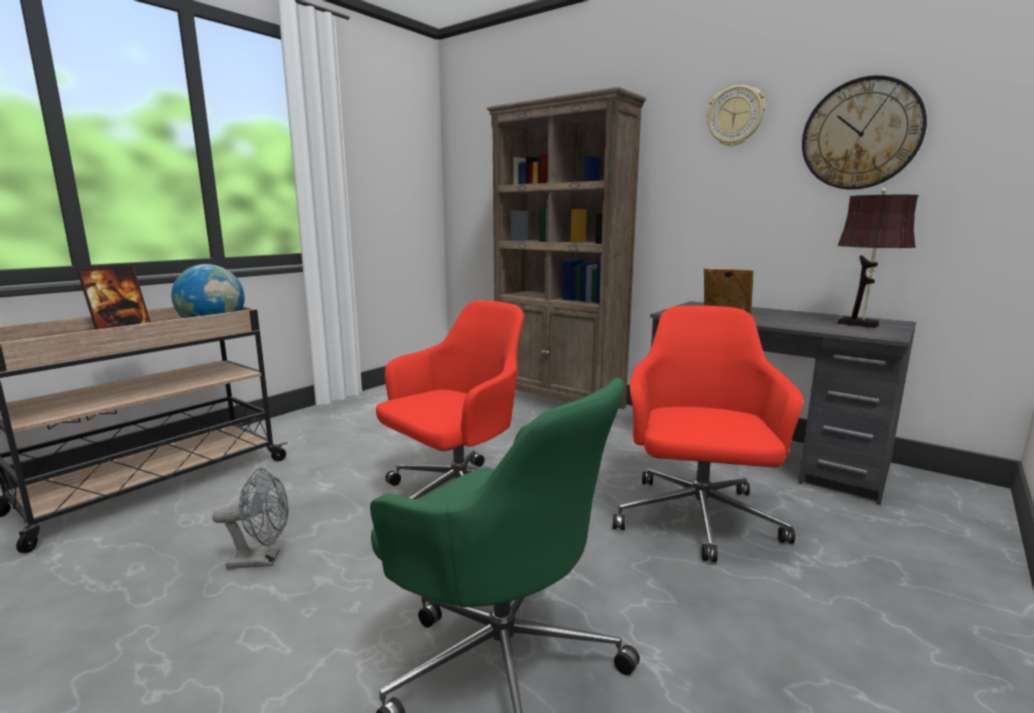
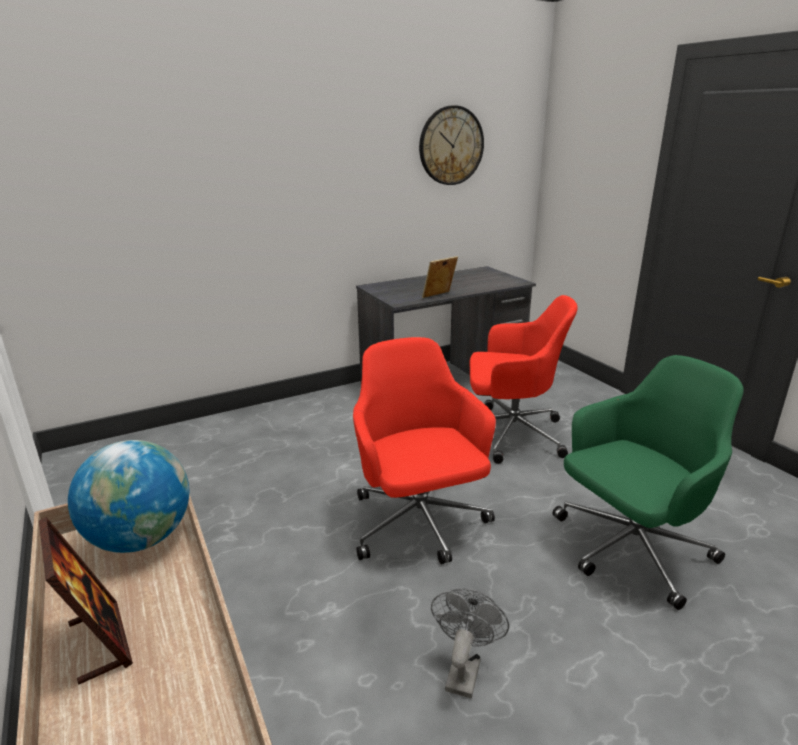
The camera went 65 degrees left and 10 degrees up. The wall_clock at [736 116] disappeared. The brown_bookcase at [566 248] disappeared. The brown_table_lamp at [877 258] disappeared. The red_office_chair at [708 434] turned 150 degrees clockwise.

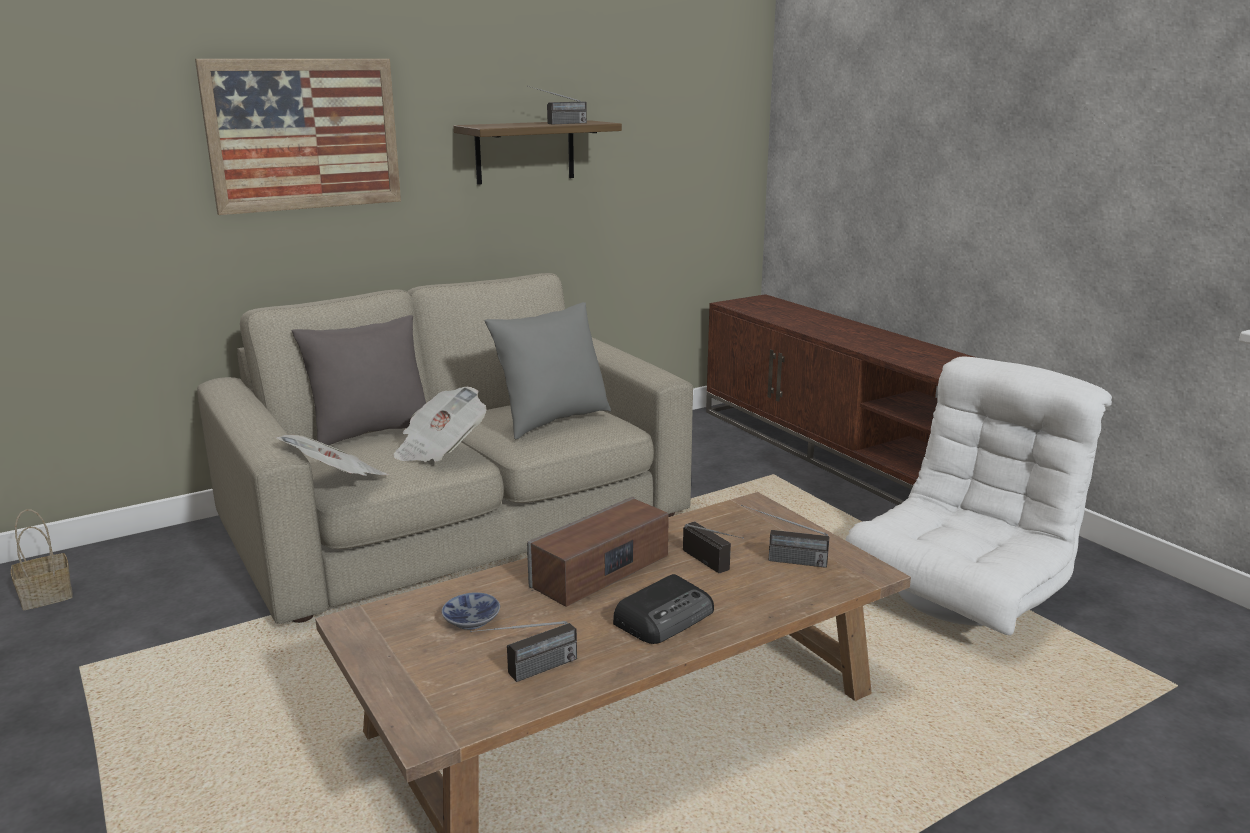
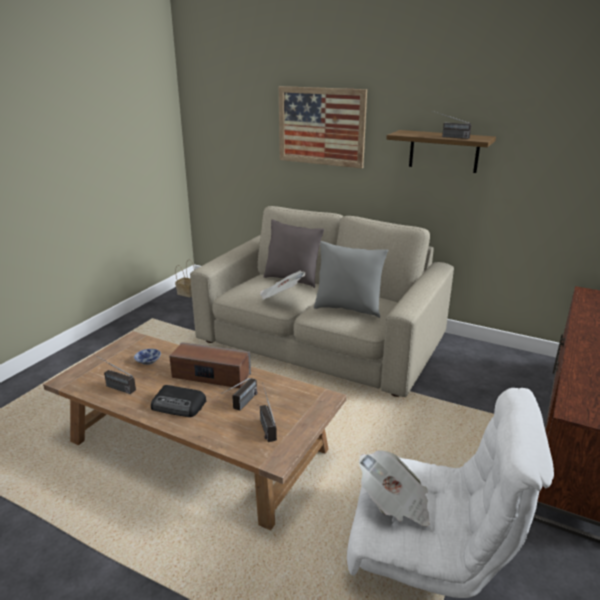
The camera went 60 degrees right and 5 degrees up. The newspaper moved from [332 455] to [394 488].

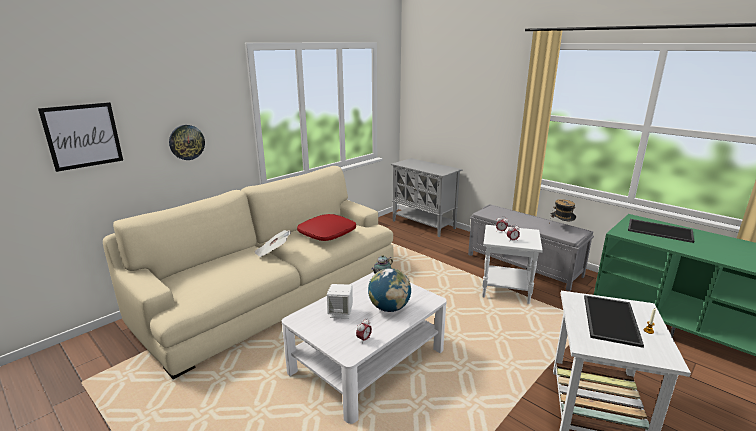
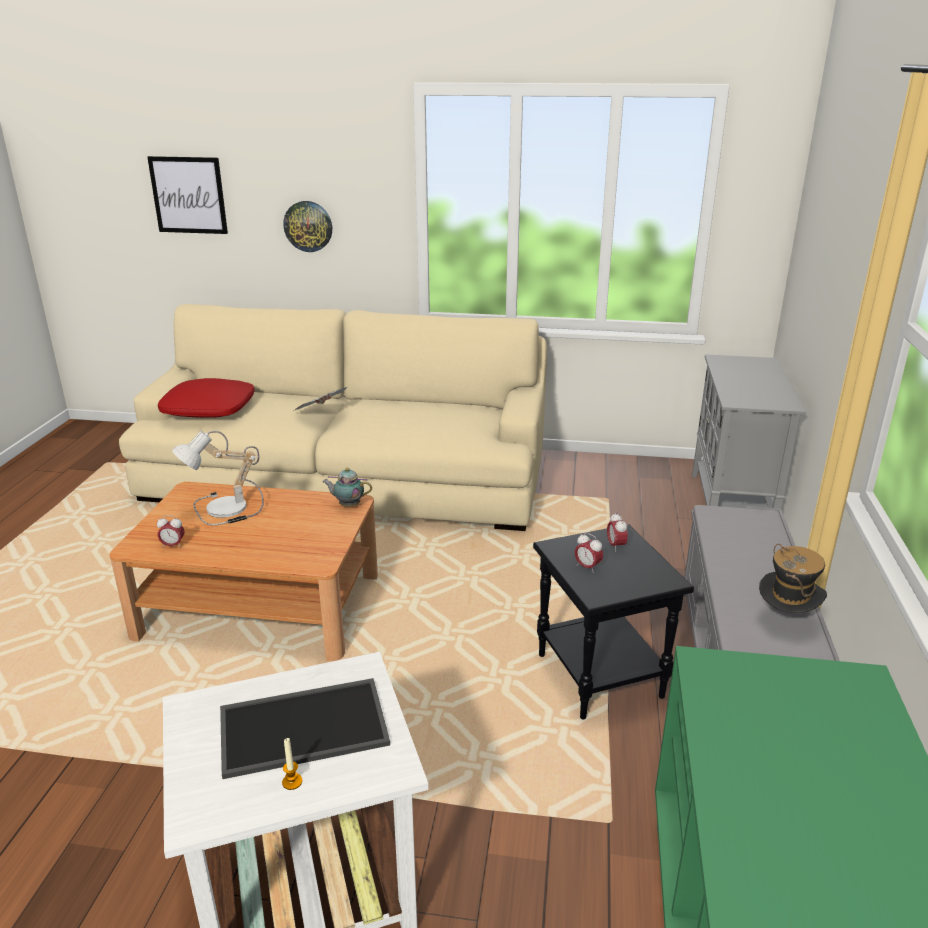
The camera went 55 degrees right and 5 degrees up. The red_pillow moved from [326 227] to [206 398]. The tray at [661 231] disappeared. The white_side_table at [512 264] became the black_side_table at [613 622]. The globe at [389 290] disappeared. The white_coffee_table at [364 348] became the brown_coffee_table at [243 571]. The white_speaker at [340 301] was replaced by the table_lamp at [218 478].

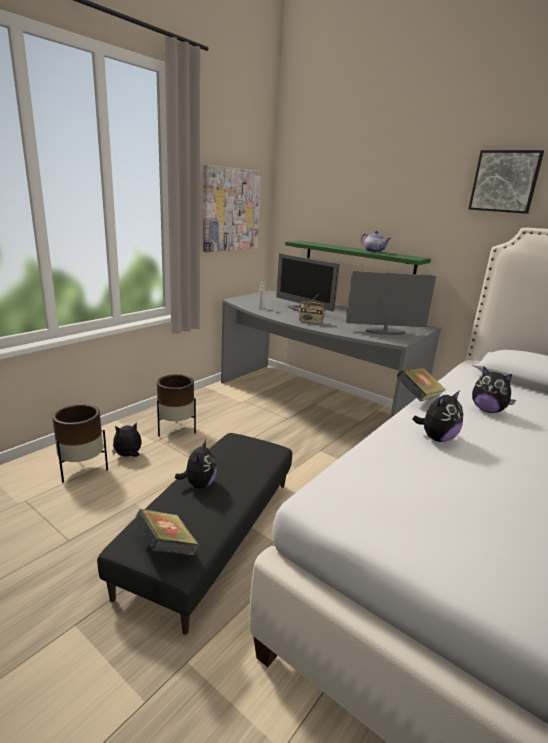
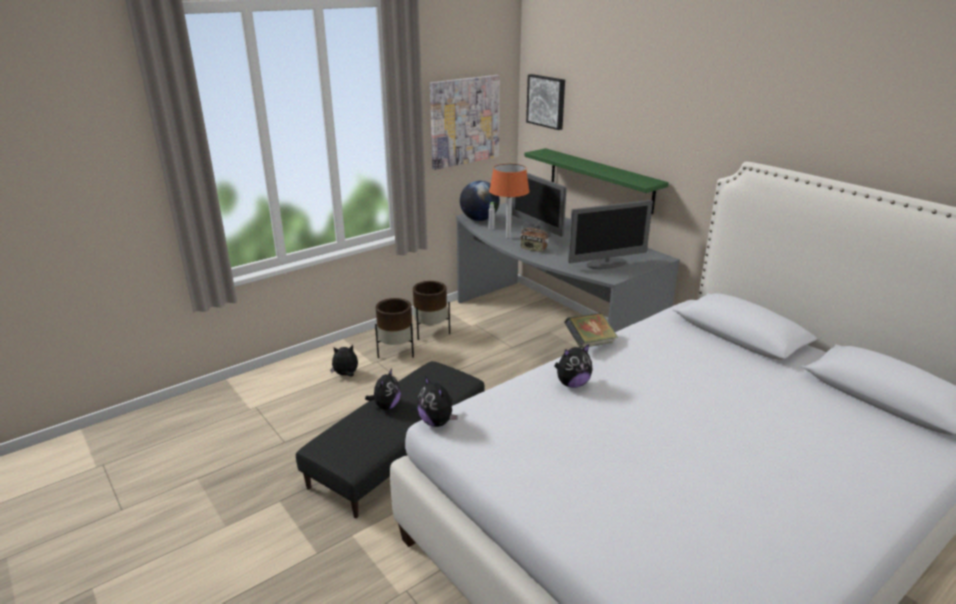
The camera went 15 degrees right and 5 degrees up. The picture moved from [506 182] to [545 102]. The teapot at [376 242] disappeared. The monitor at [391 303] turned 150 degrees clockwise. The plush_toy moved from [494 390] to [437 401]. The brown_planter moved from [80 443] to [431 310]. The book at [167 532] disappeared. The orange_table_lamp at [509 201] appeared. The globe at [480 200] appeared.

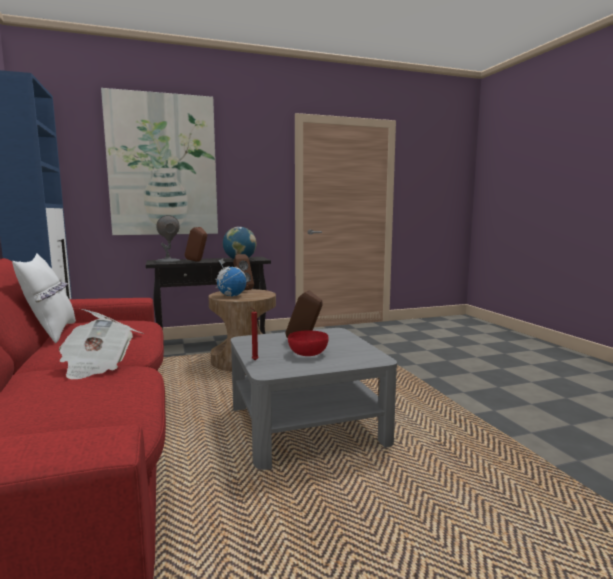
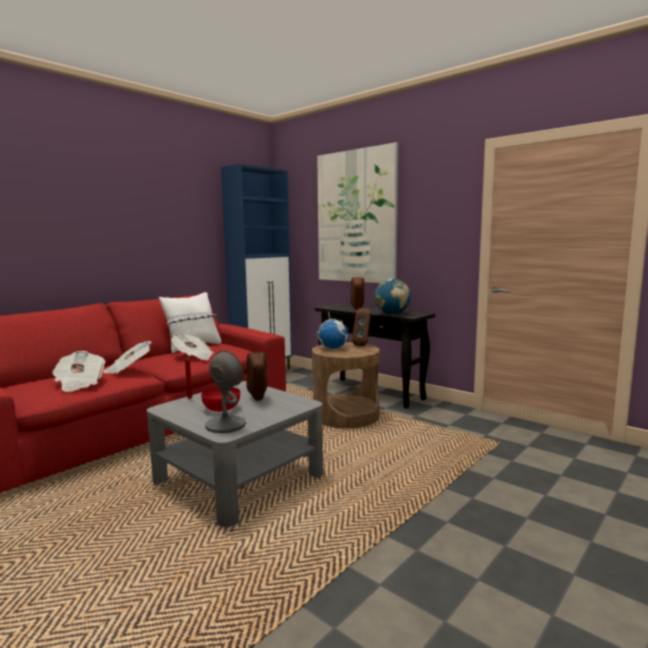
The camera went 60 degrees right and 0 degrees up. The grey_table_lamp moved from [168 239] to [225 391]. The newspaper at [78 371] appeared.

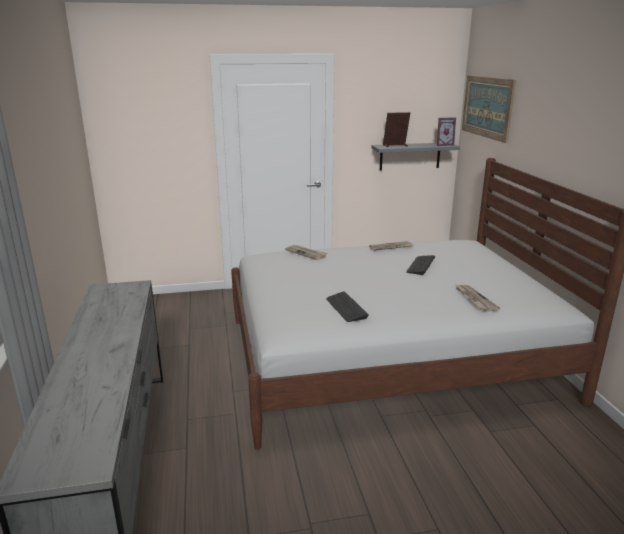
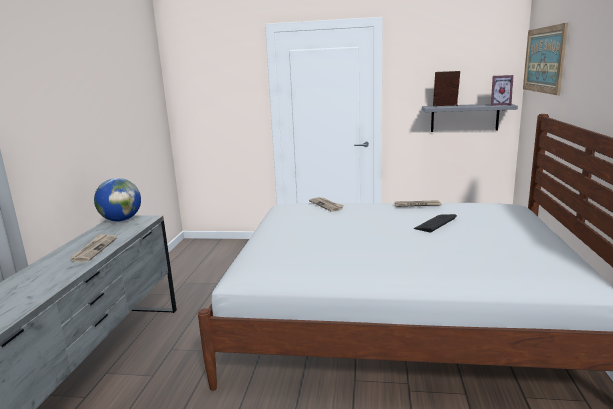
The camera went 20 degrees right and 5 degrees down. The newspaper moved from [478 298] to [93 248]. The keyboard at [347 306] disappeared. The globe at [117 200] appeared.

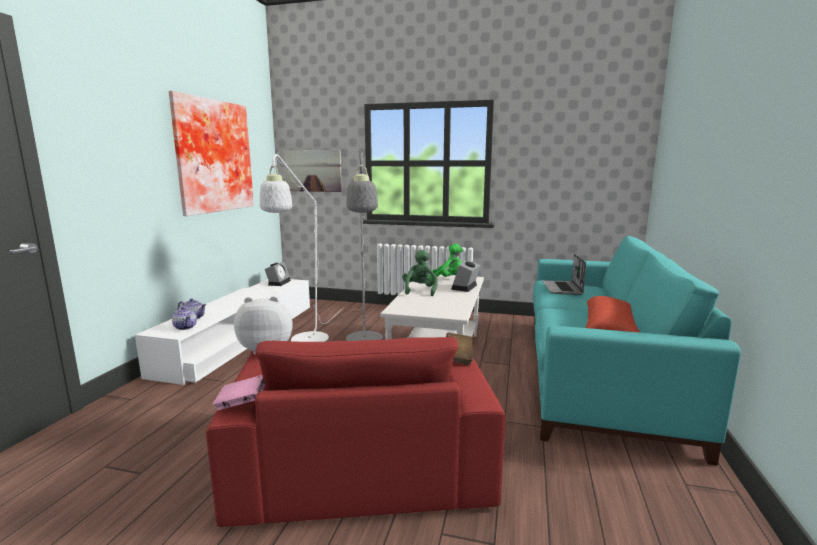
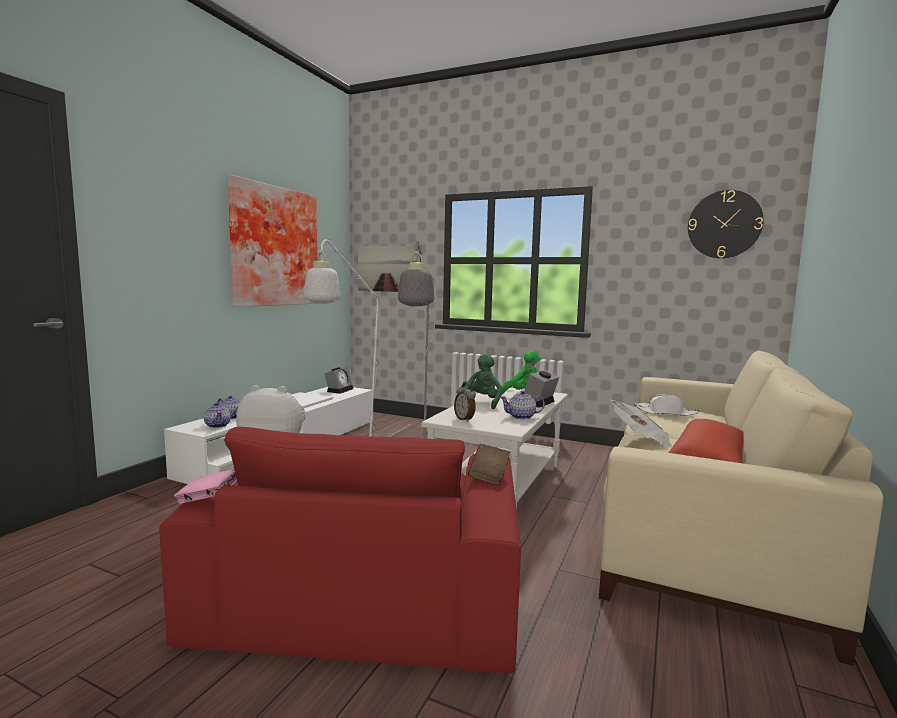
The camera went 10 degrees right and 5 degrees down. The turquoise_sofa at [637 351] became the beige_sofa at [741 508]. The laptop at [564 274] was replaced by the white_hat at [667 405]. The wall_clock at [726 224] appeared. The alarm_clock at [465 402] appeared. The teapot at [522 405] appeared. The newspaper at [641 424] appeared.

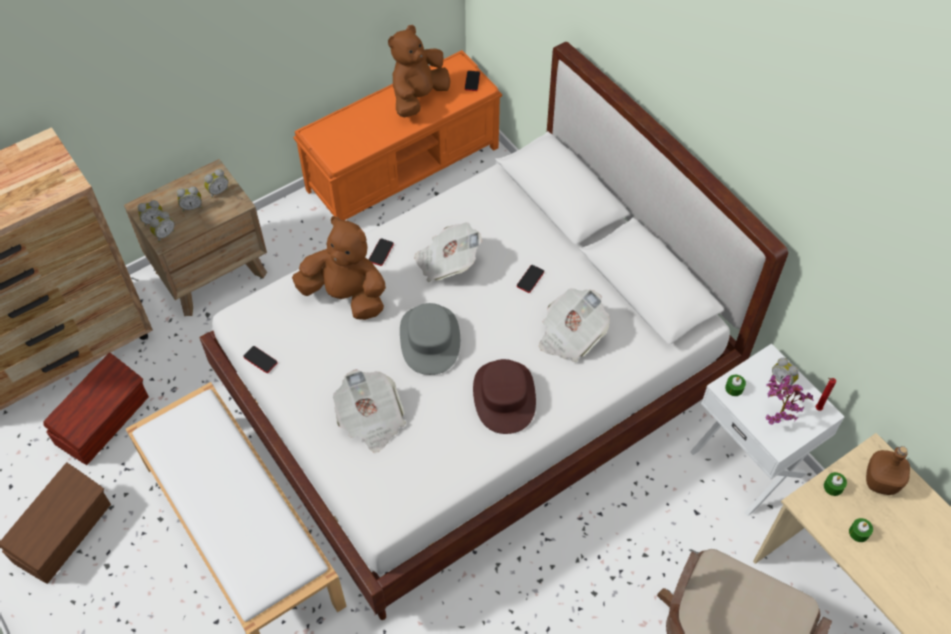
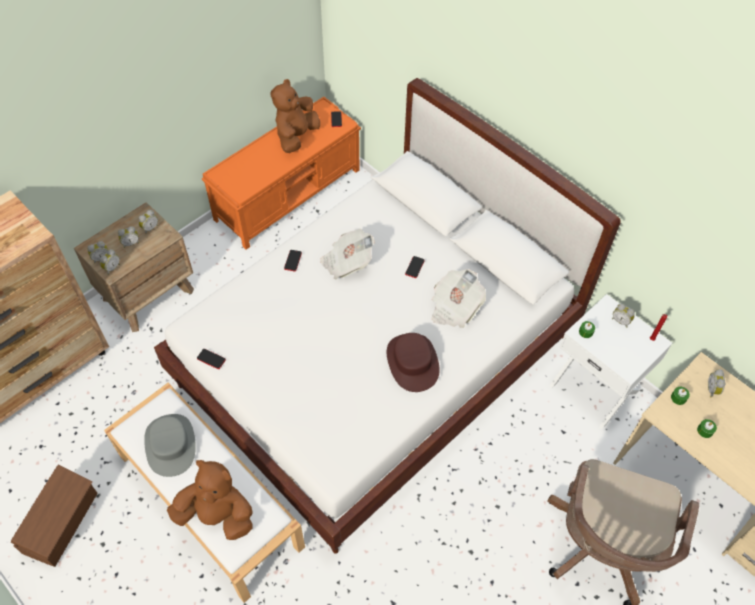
The camera went 10 degrees left and 0 degrees up. The brown_plush_toy moved from [339 268] to [210 500]. The grey_hat moved from [430 339] to [170 445]. The brown_storage_box at [96 408] disappeared. The newspaper at [369 410] disappeared. The potted_plant at [790 400] disappeared. The brown_bottle at [888 470] was replaced by the alarm_clock at [717 383].

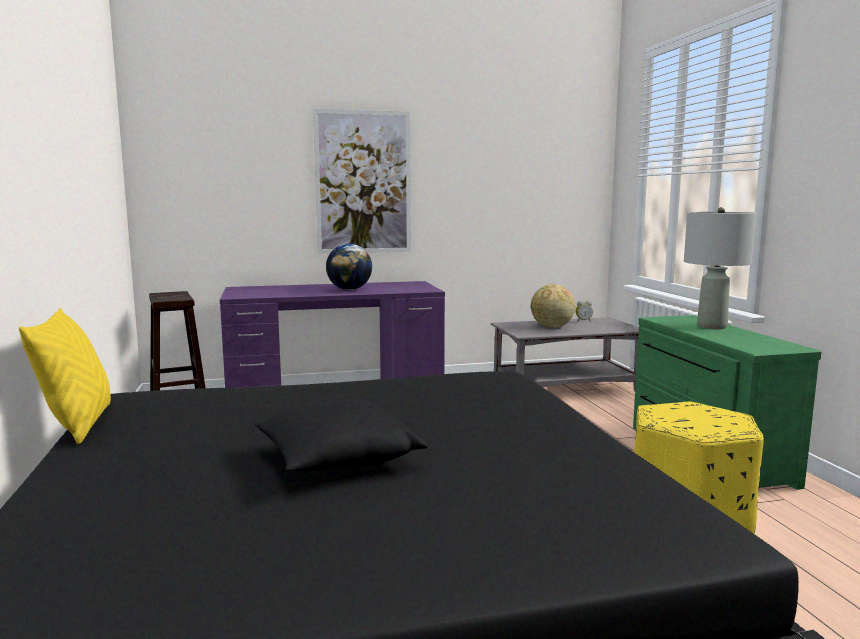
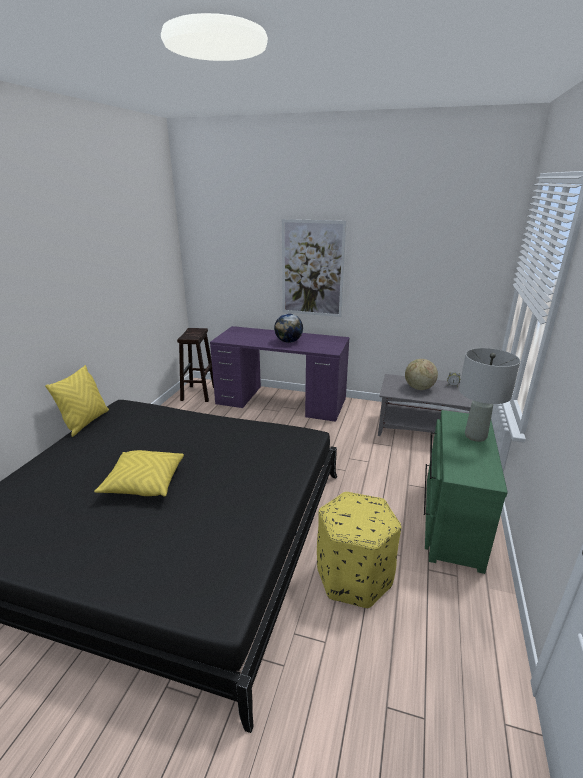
The camera went 30 degrees right and 15 degrees up. The black_pillow at [341 436] became the yellow_pillow at [139 473].

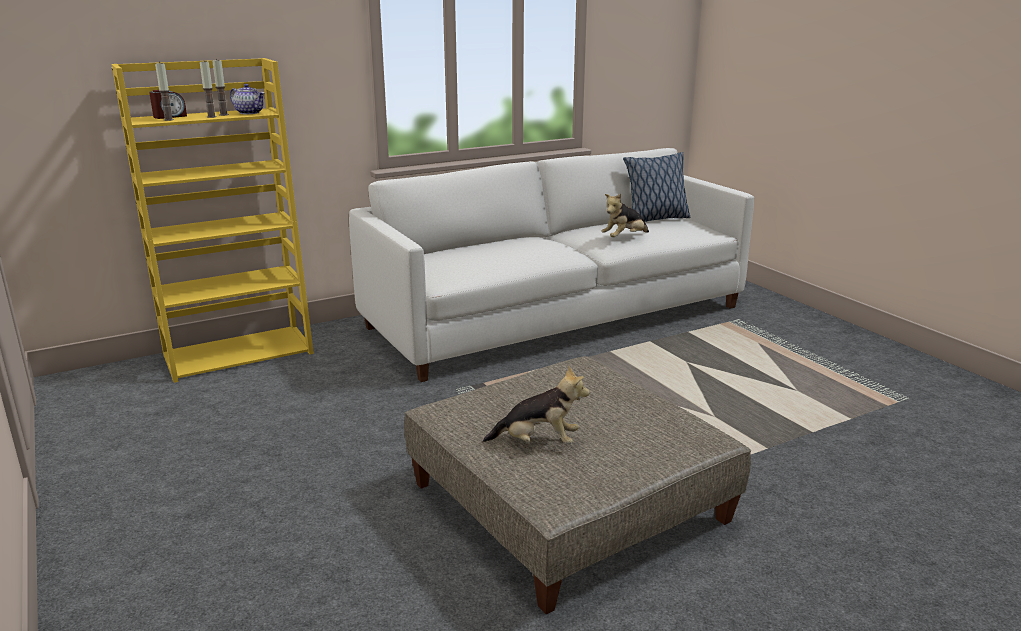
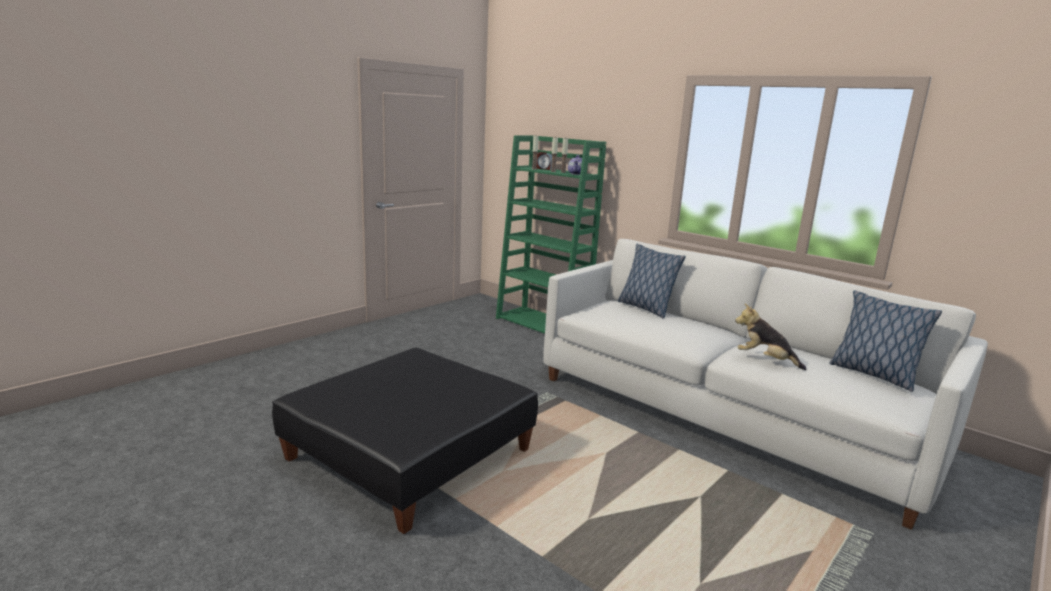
The camera went 70 degrees right and 5 degrees down. The yellow_bookcase at [212 220] became the green_bookcase at [551 234]. The beige_ottoman at [577 485] became the black_ottoman at [405 440]. The plush_toy at [536 404] disappeared. The pillow at [652 281] appeared.

